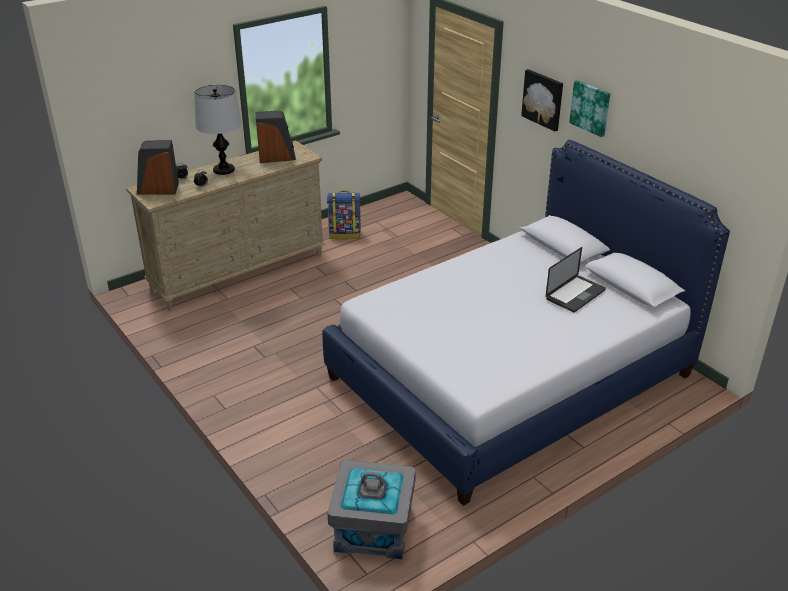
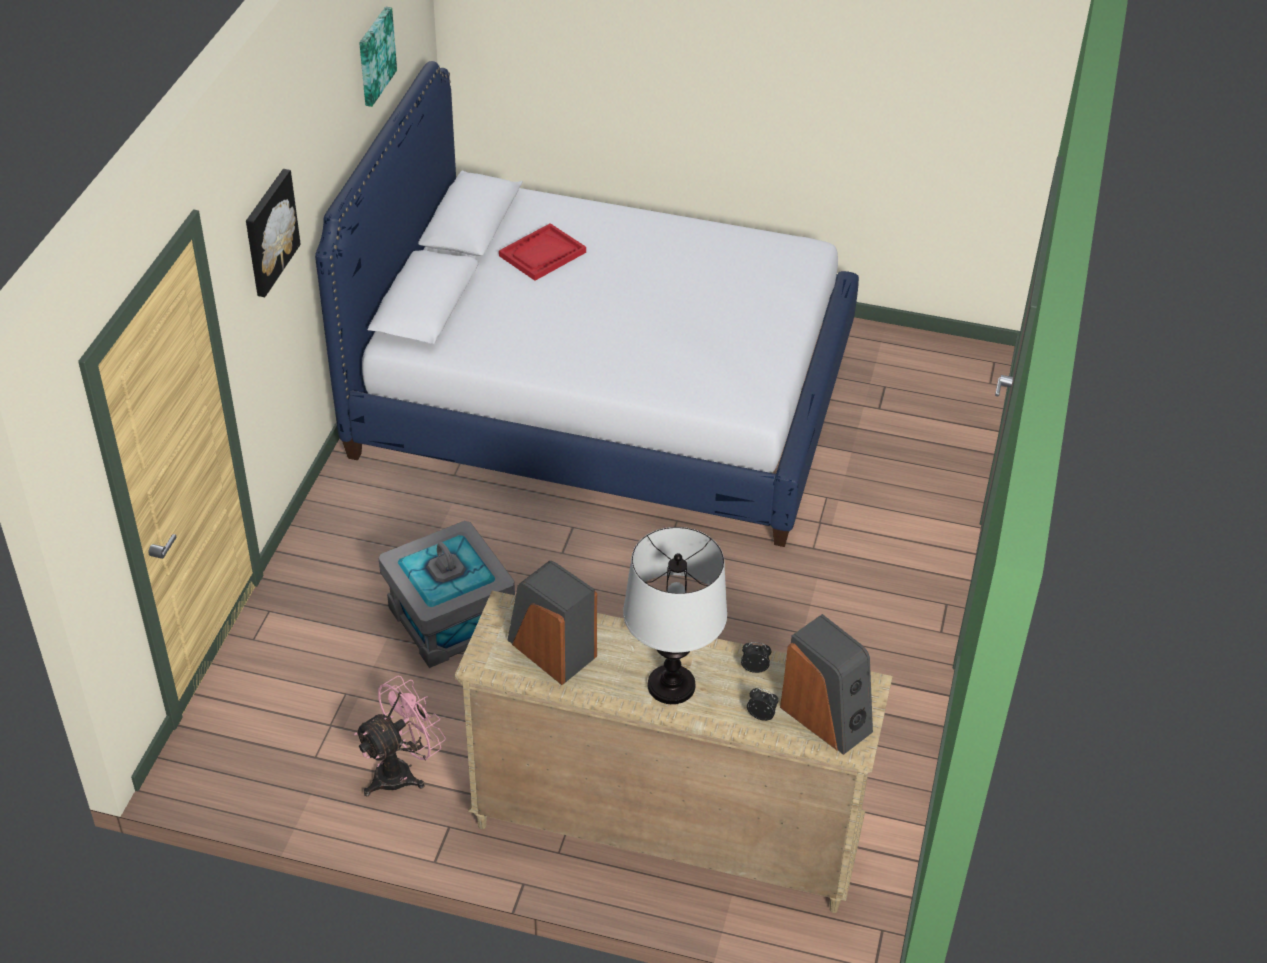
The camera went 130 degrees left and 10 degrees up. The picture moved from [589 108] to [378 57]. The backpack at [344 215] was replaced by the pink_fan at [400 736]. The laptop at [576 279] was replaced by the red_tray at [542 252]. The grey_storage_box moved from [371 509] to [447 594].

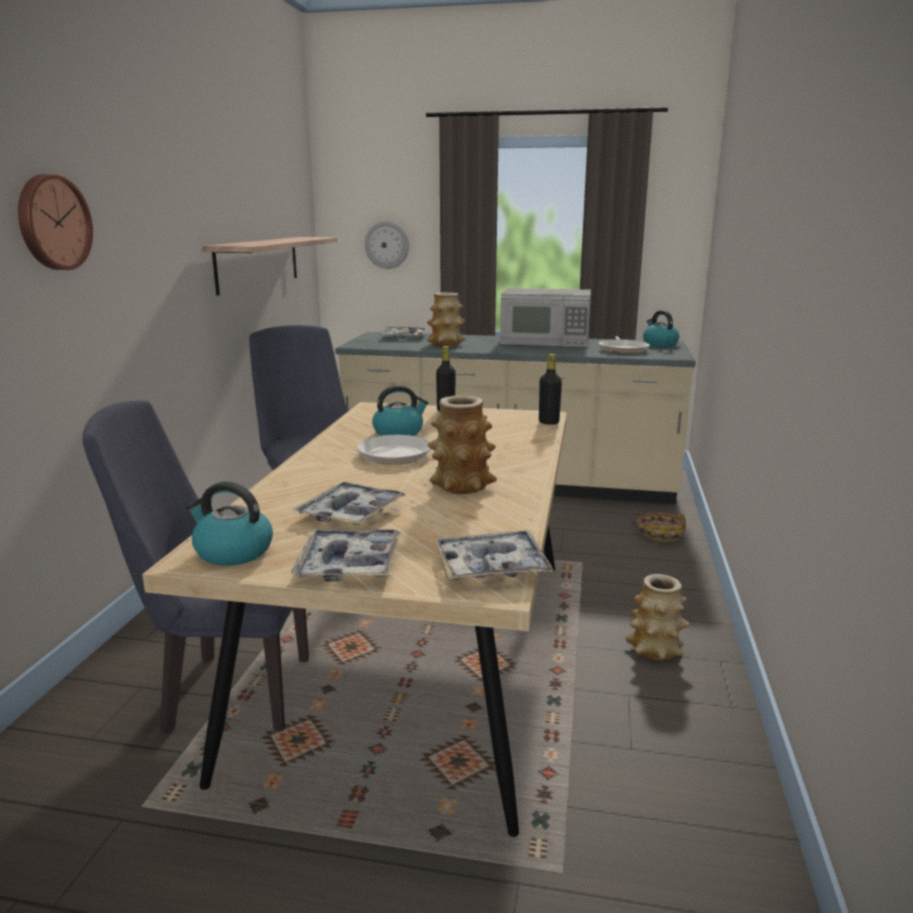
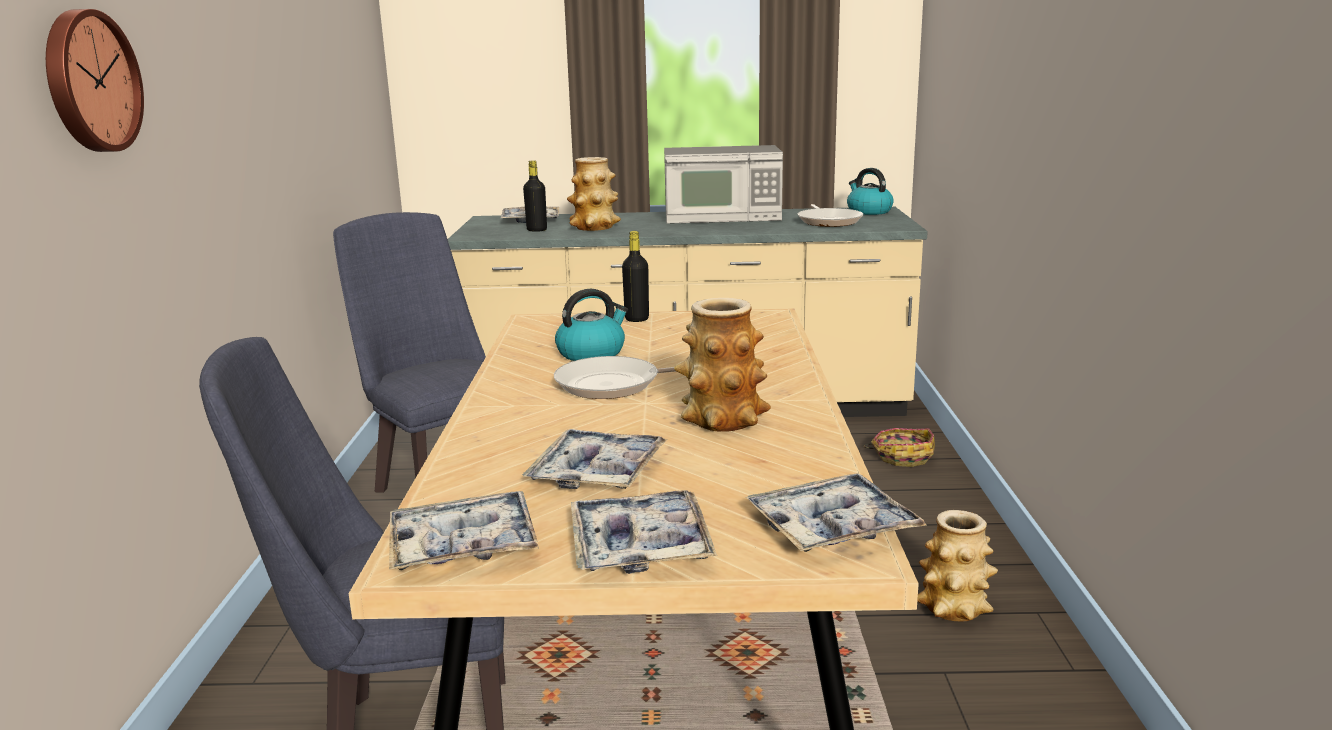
The camera went 10 degrees left and 0 degrees up. The wall_clock at [387 245] disappeared. The shelf at [269 266] disappeared. The black_bottle moved from [550 389] to [535 196]. The kettle at [229 523] was replaced by the tray at [464 530].

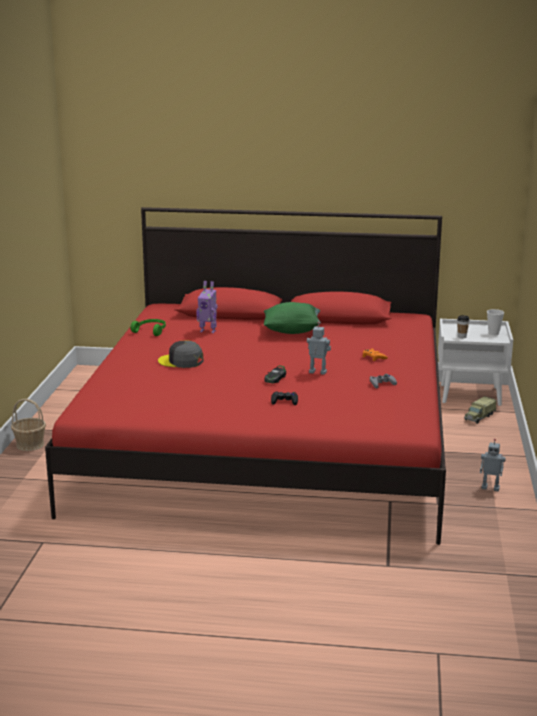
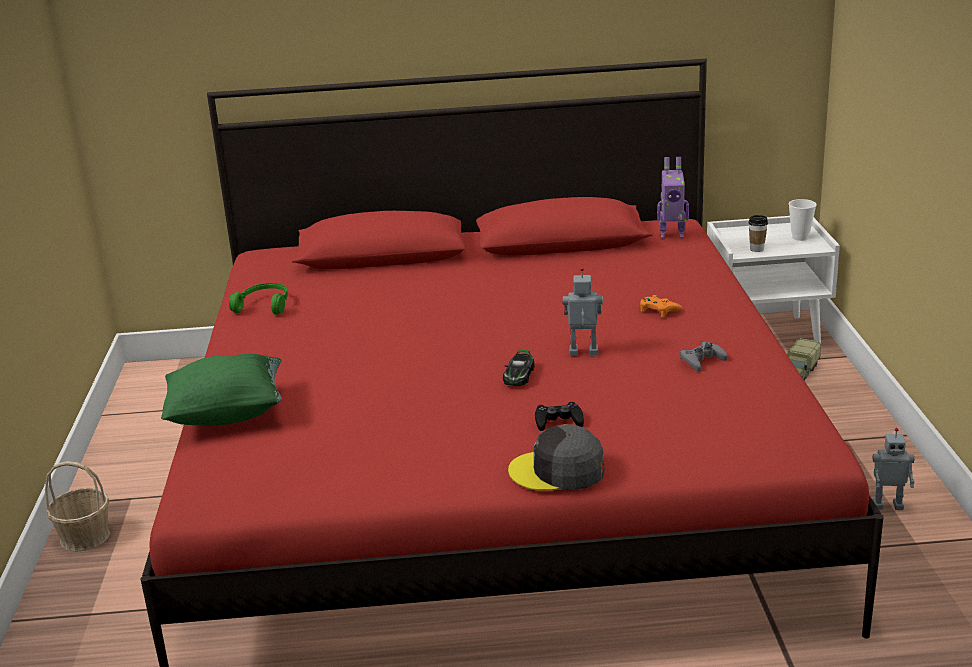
The camera went 10 degrees left and 5 degrees up. The toy_robot moved from [207 307] to [673 197]. The green_pillow moved from [292 318] to [221 390]. The grey_cap moved from [180 354] to [556 457].

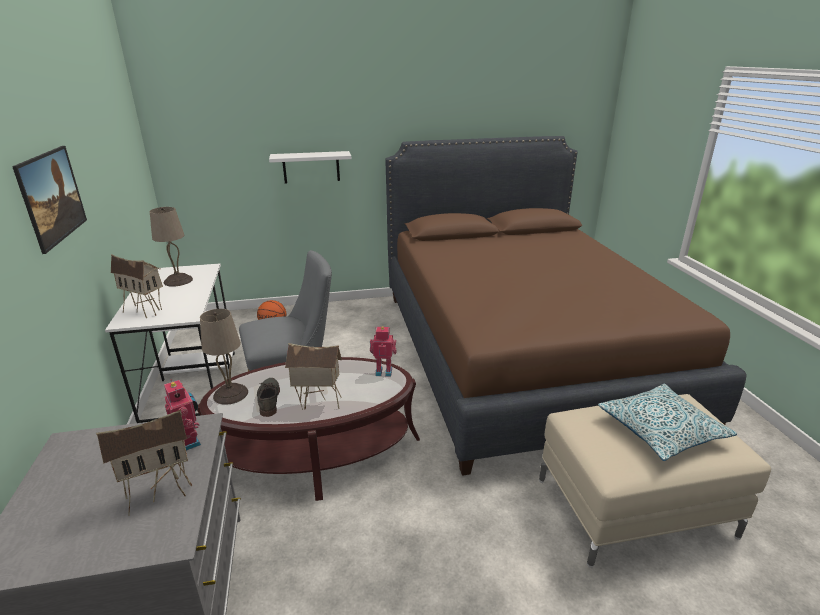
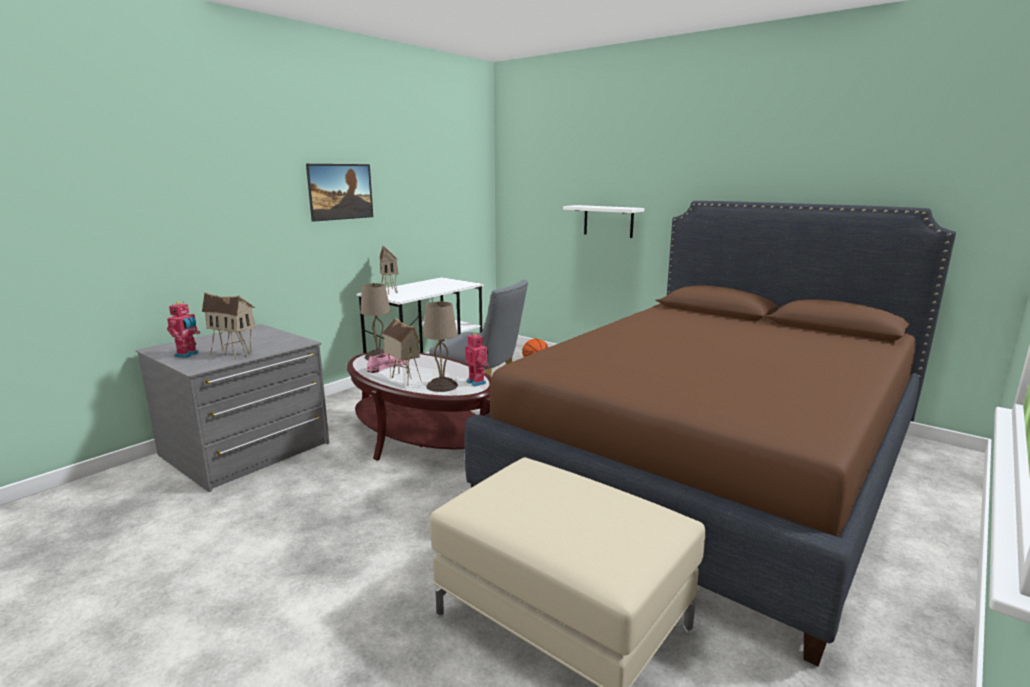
The camera went 50 degrees right and 10 degrees down. The beige_table_lamp moved from [171 247] to [440 346]. The grey_shoe at [268 397] became the pink_shoe at [388 362]. The toy_robot moved from [182 415] to [183 329]. The pillow at [667 422] disappeared.

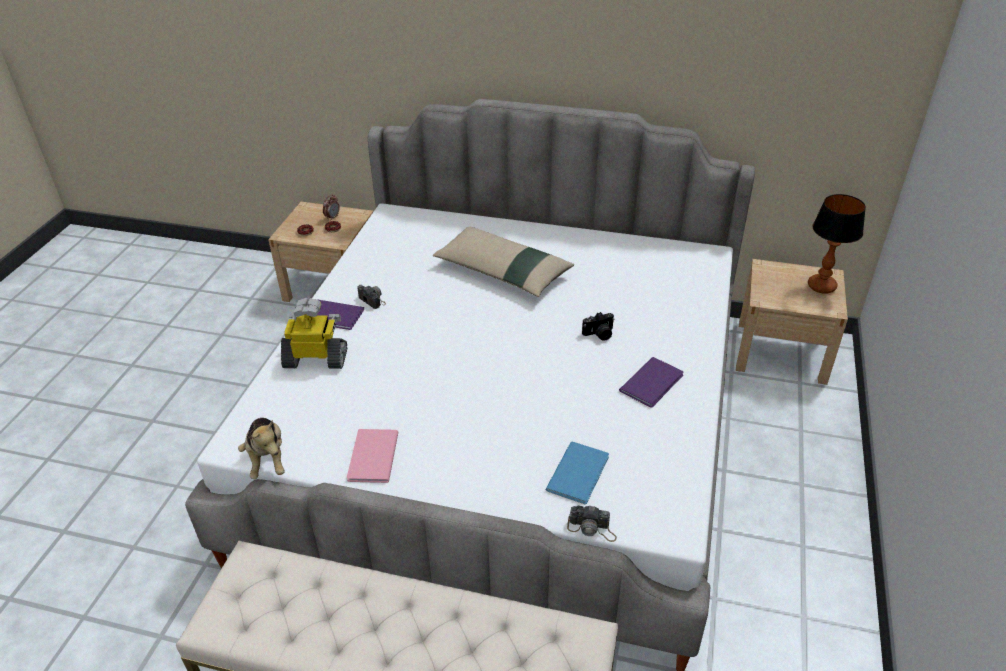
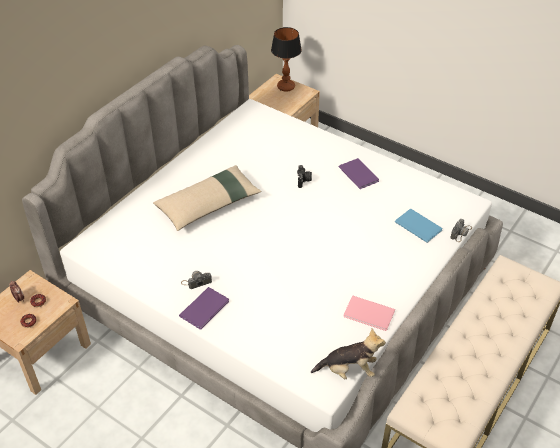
The camera went 70 degrees left and 5 degrees up. The toy_robot at [314 333] disappeared.

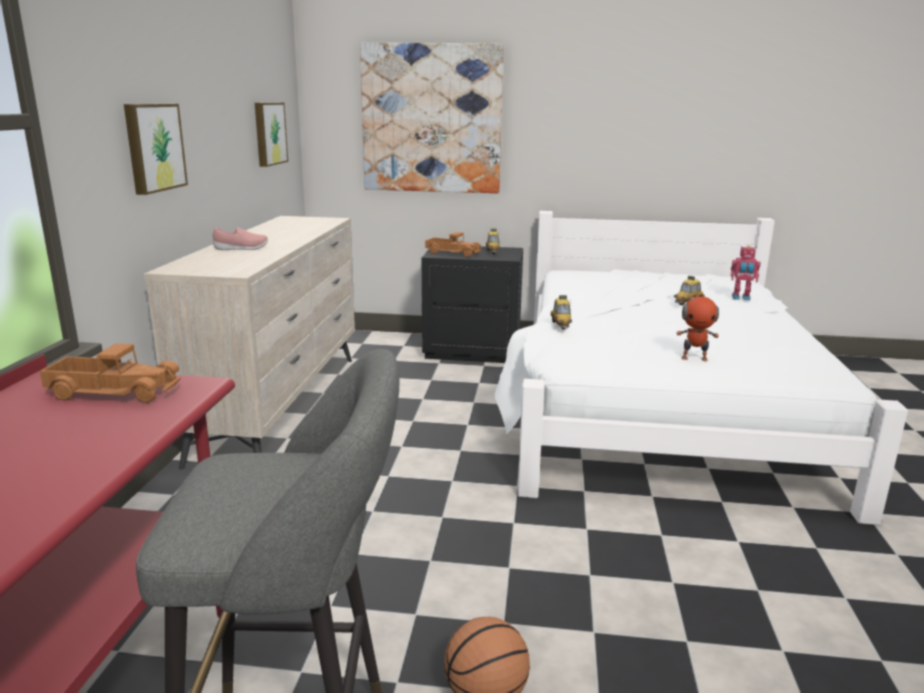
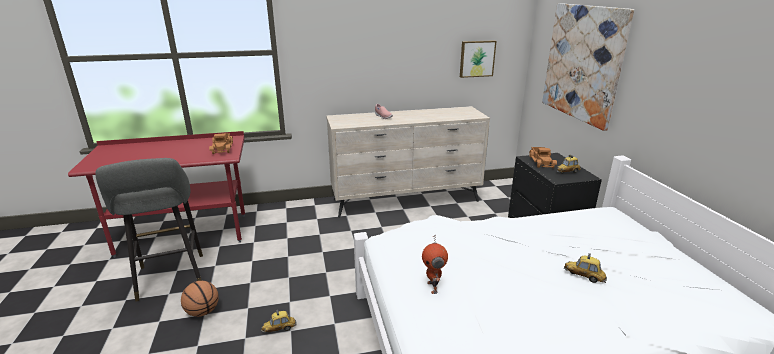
The camera went 70 degrees right and 5 degrees up. The picture at [156 149] disappeared. The toy_robot at [746 272] disappeared. The toy_car moved from [561 312] to [279 321].

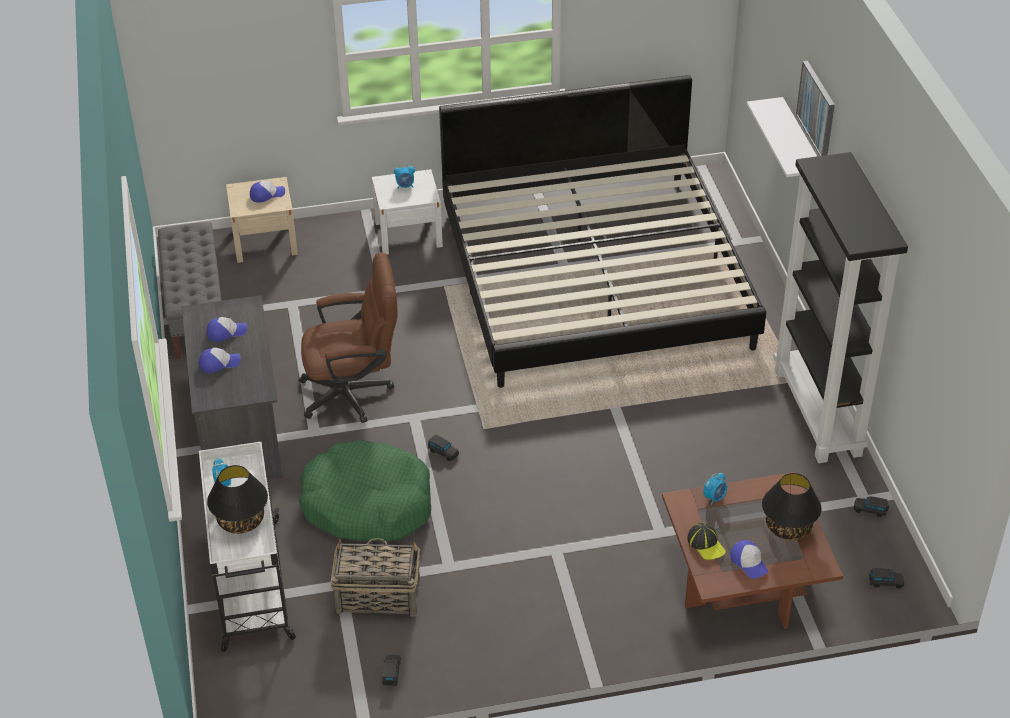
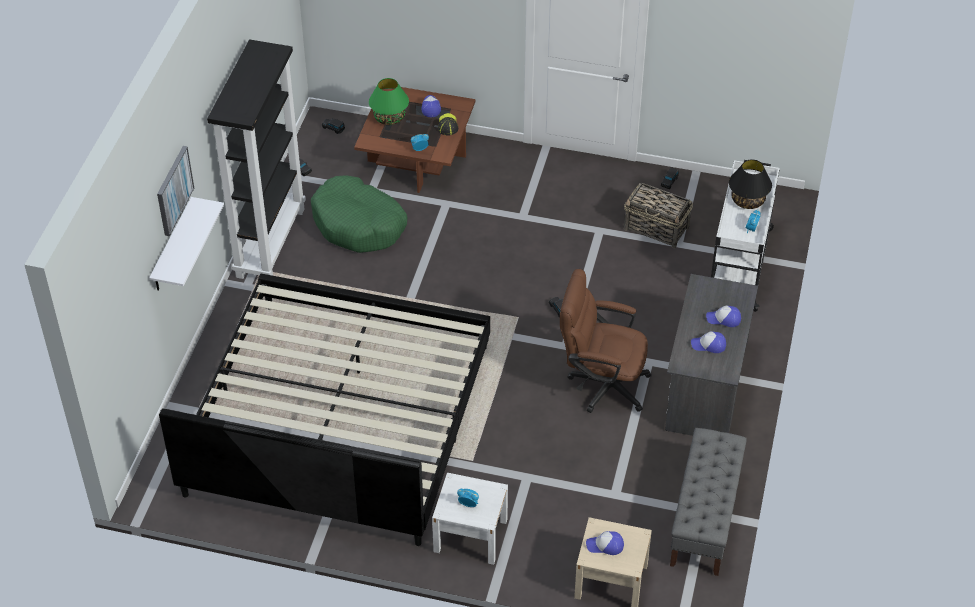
The camera went 155 degrees left and 5 degrees up. The green_dog_bed moved from [365 491] to [359 214]. The black_table_lamp at [791 506] became the green_table_lamp at [389 101].

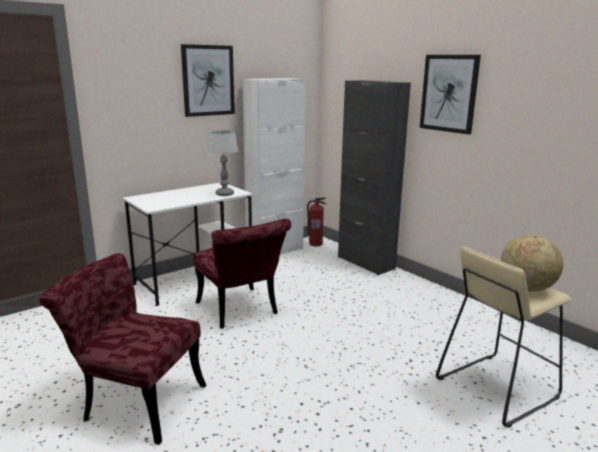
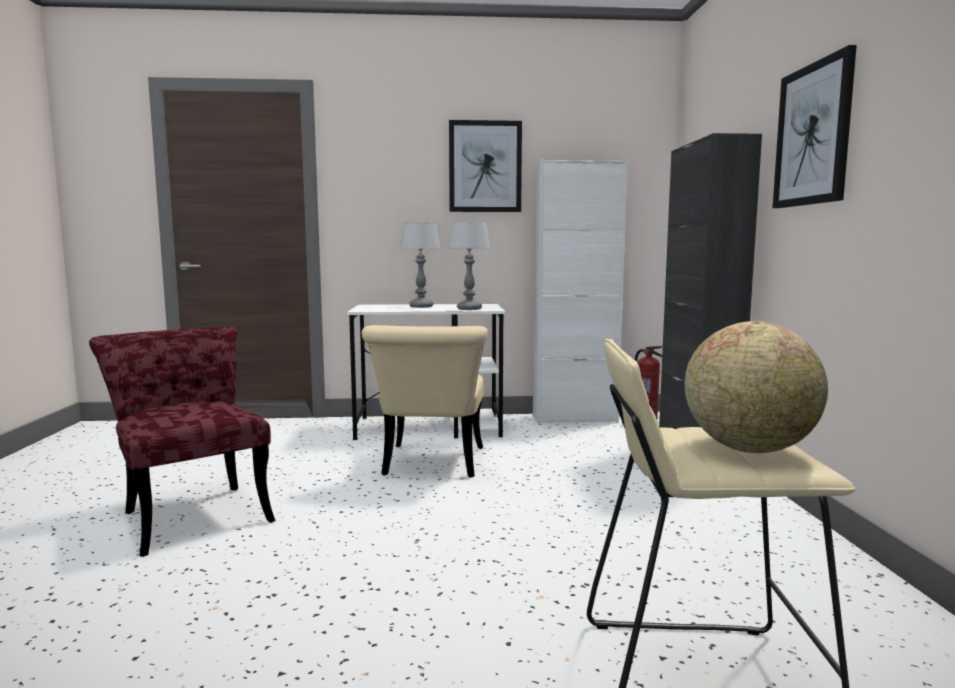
The camera went 35 degrees right and 10 degrees down. The red_chair at [242 274] became the beige_chair at [425 401]. The table_lamp at [420 265] appeared.

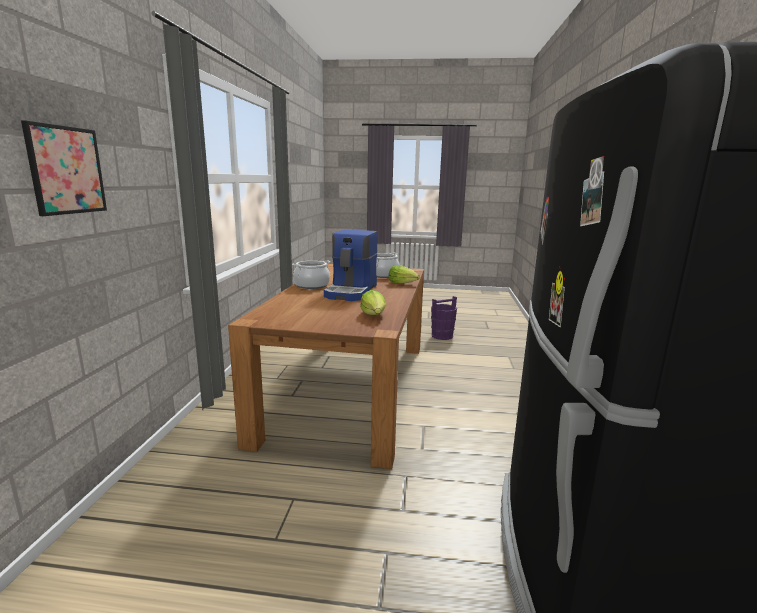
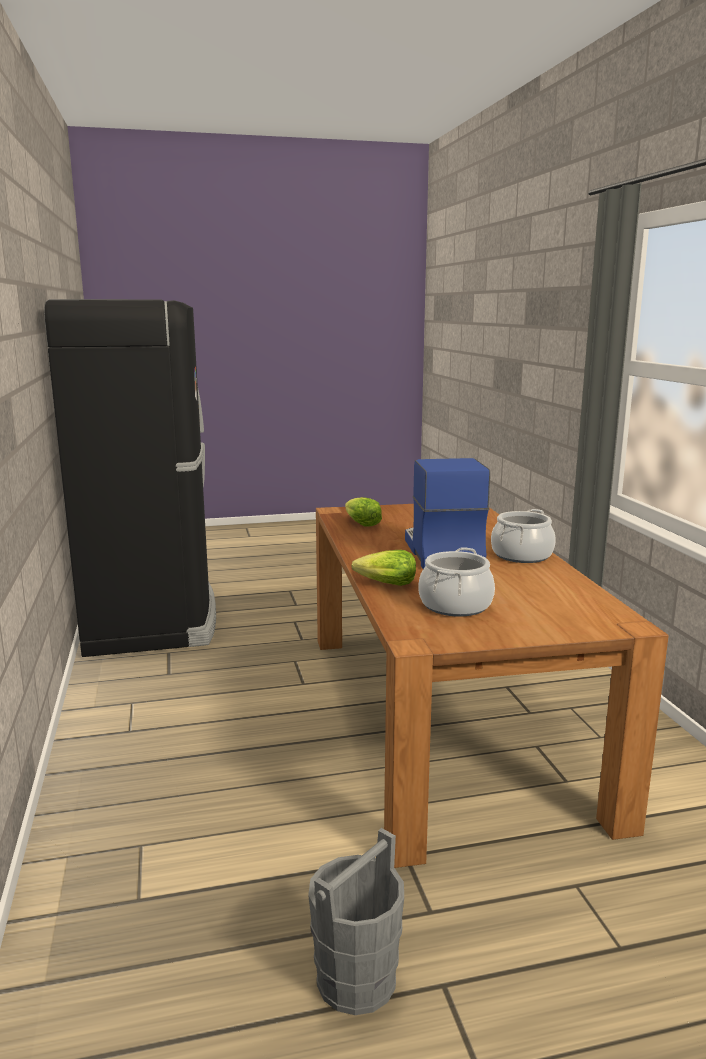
The camera went 160 degrees right and 0 degrees up. The picture at [64 168] disappeared. The purple_bucket at [444 318] became the grey_bucket at [356 921].

